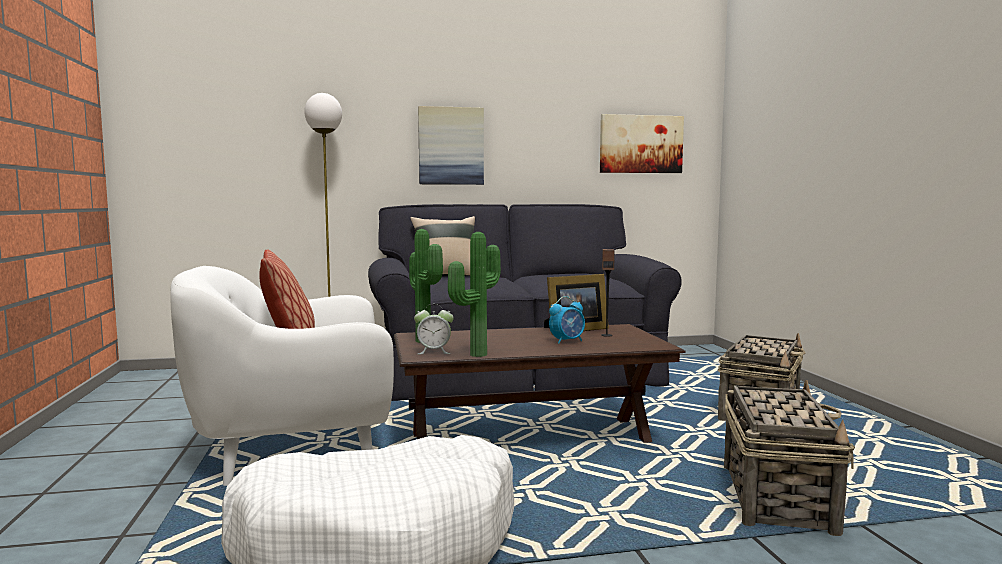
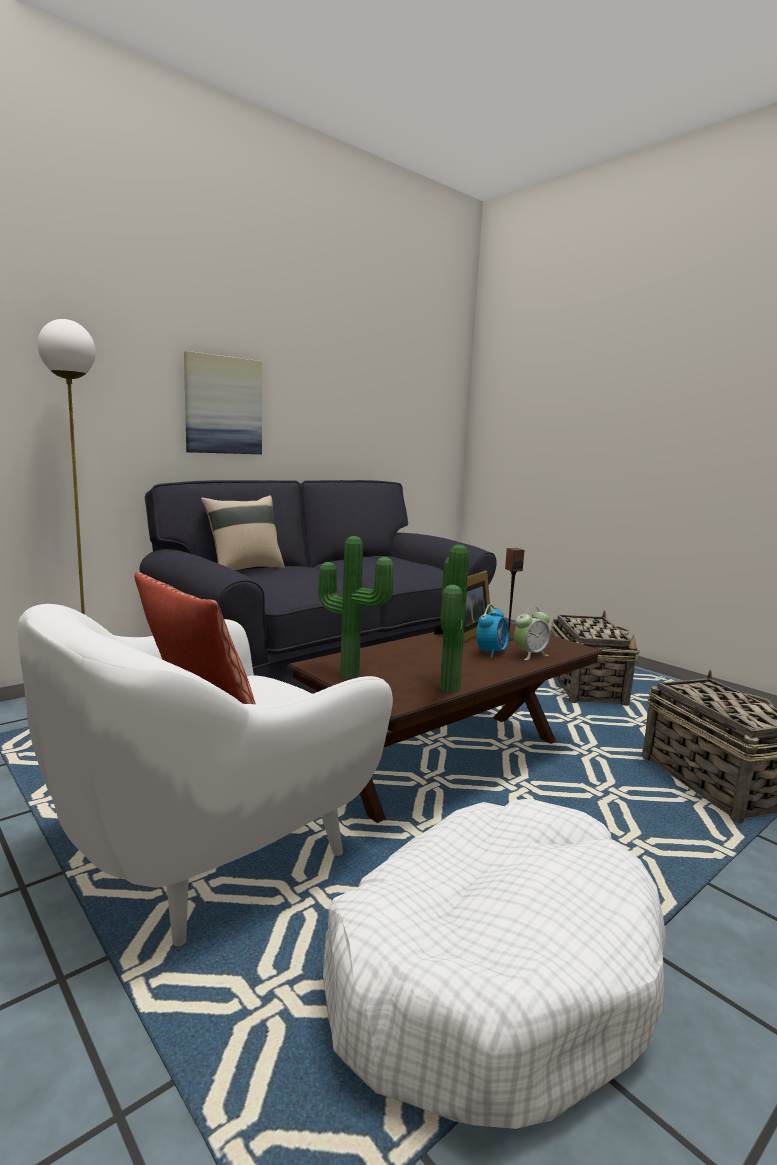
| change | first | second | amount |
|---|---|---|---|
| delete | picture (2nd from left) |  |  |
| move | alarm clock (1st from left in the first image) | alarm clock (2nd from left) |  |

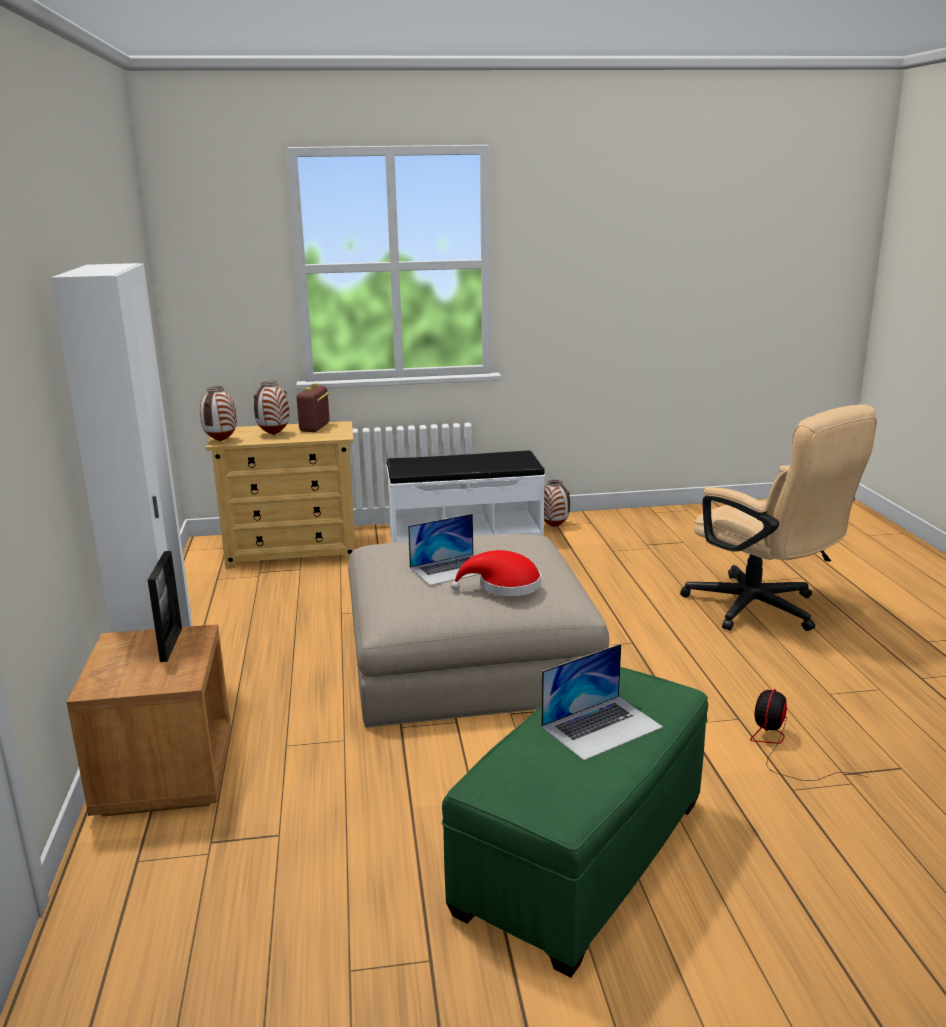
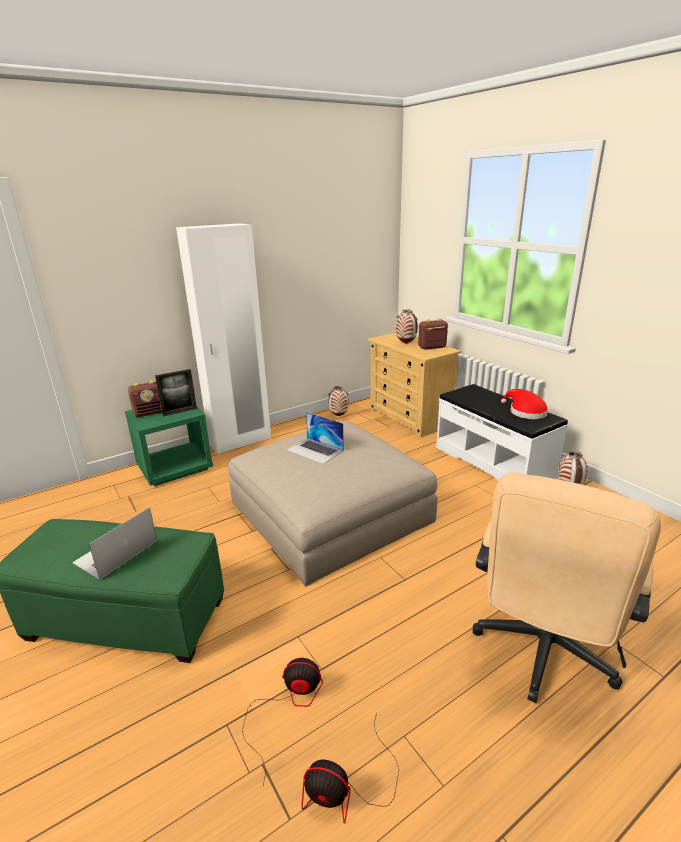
| change | first | second | amount |
|---|---|---|---|
| insert |  | radio (1st from left) |  |
| insert |  | electric fan (2nd from left) |  |
| move | flower vase (1st from left) |  |  |
| move | wearable hat (red-coloured) |  |  |
| recolor | bedside table (brown) | bedside table (greenish) |  |
| rotate | laptop (2nd from left in the first image) | laptop (1st from left) | 90 degrees clockwise |

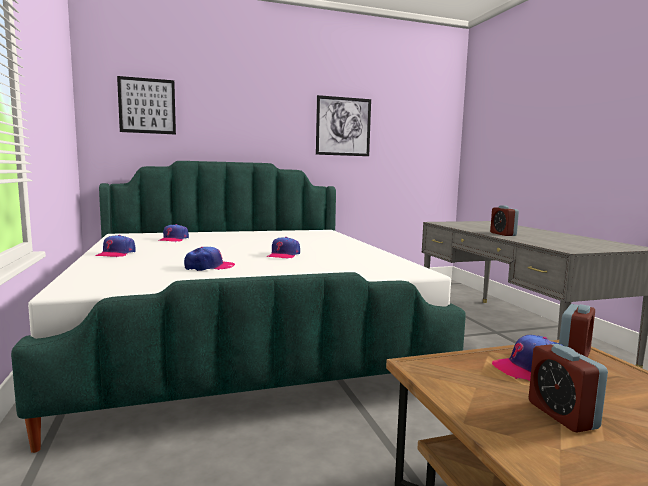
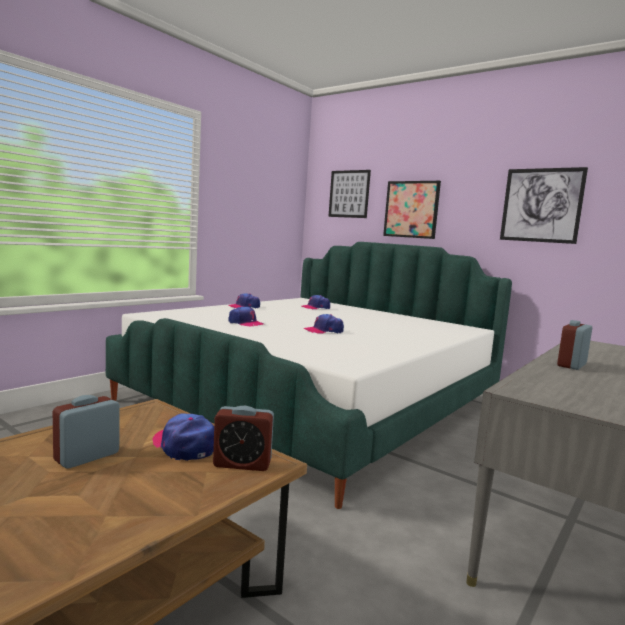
| change | first | second | amount |
|---|---|---|---|
| insert |  | picture (2nd from left) |  |

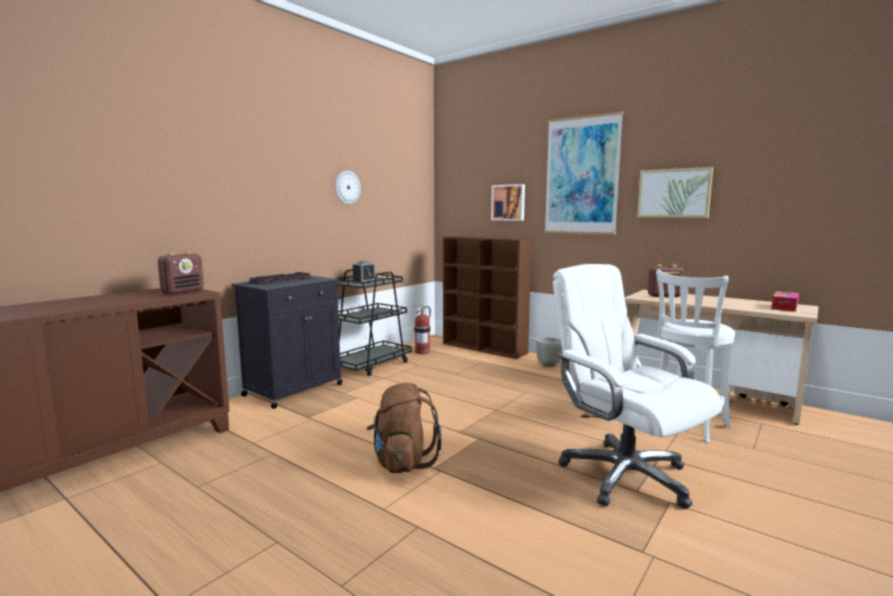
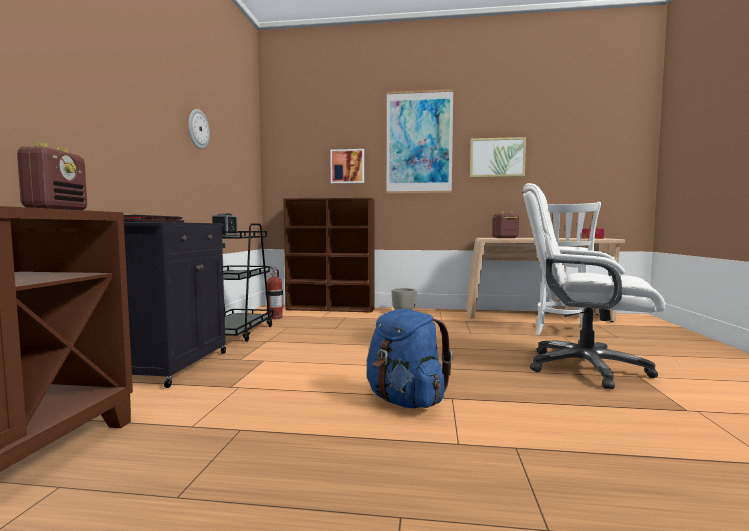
| change | first | second | amount |
|---|---|---|---|
| recolor | backpack (brown) | backpack (blue-coloured) |  |

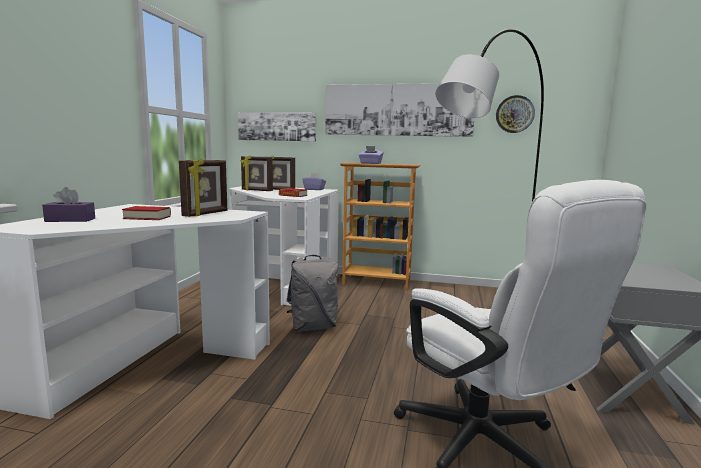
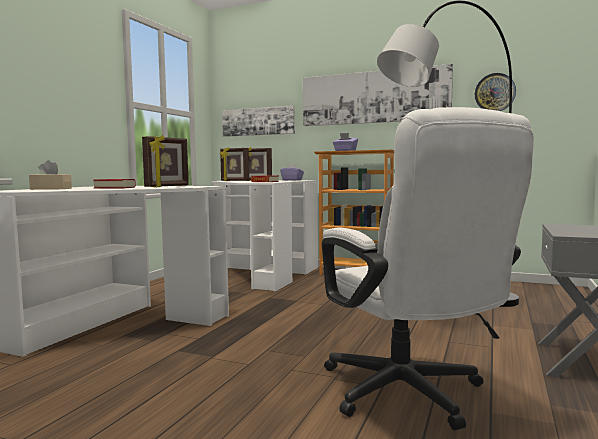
| change | first | second | amount |
|---|---|---|---|
| delete | backpack (greyish) |  |  |
| recolor | tissue box (purple-coloured) (1st from left) | tissue box (beige) |  |

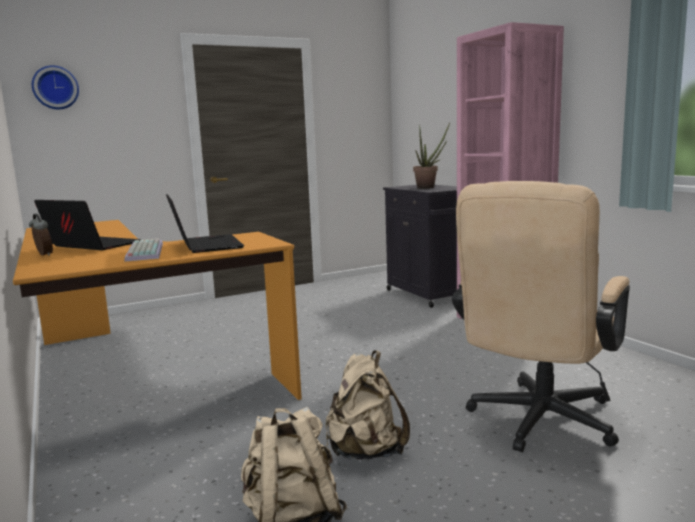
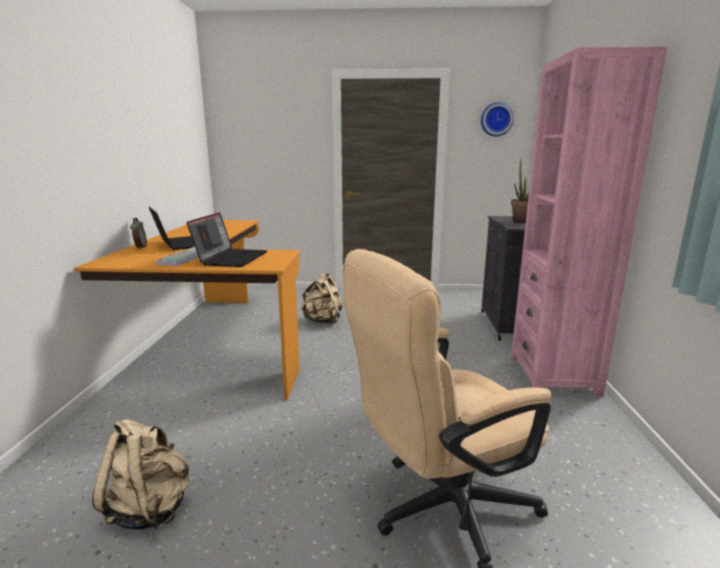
| change | first | second | amount |
|---|---|---|---|
| move | hanging clock |  |  |
| move | backpack (beige) (2nd from left) |  |  |

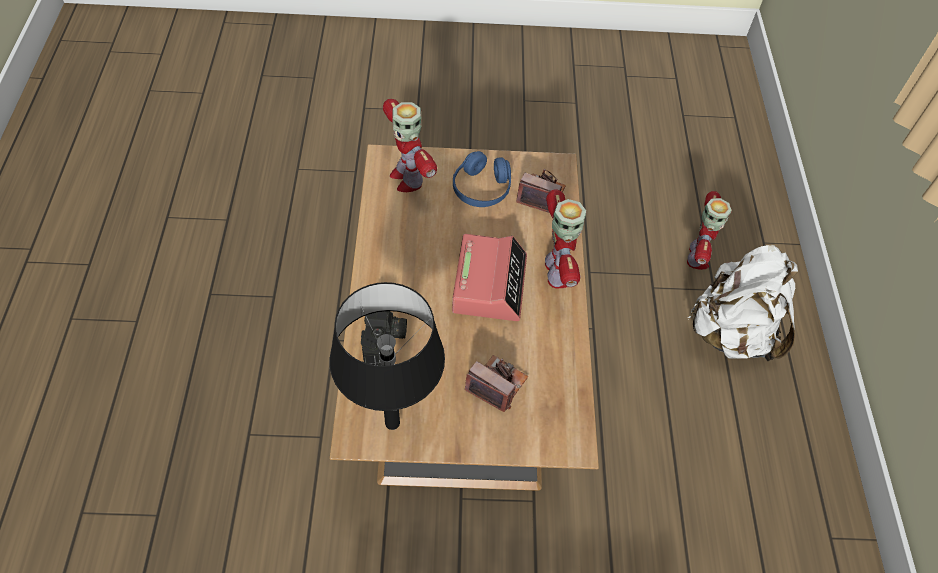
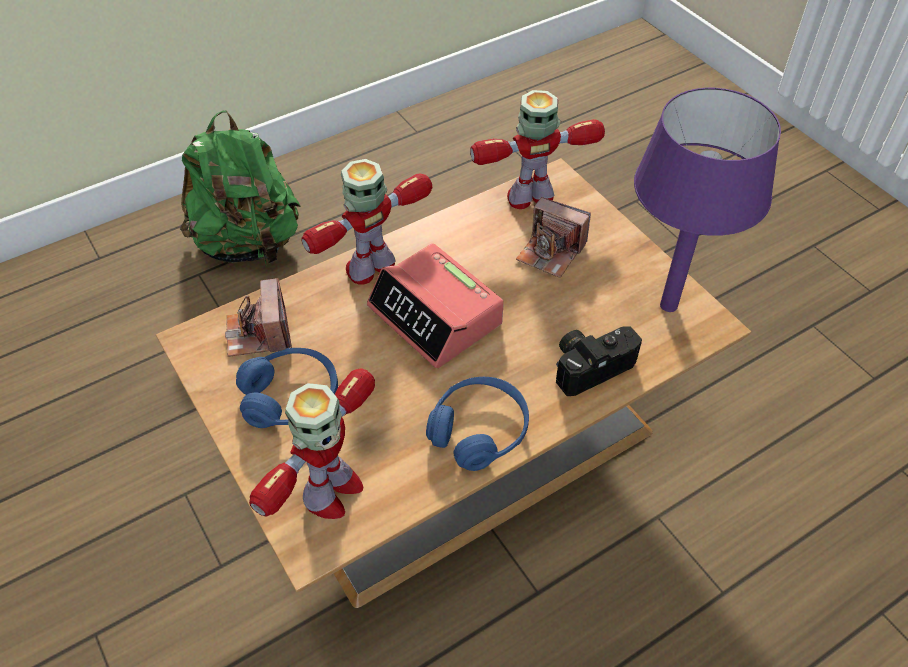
| change | first | second | amount |
|---|---|---|---|
| insert |  | headset (blue-coloured) (2nd from left) |  |
| move | robot figure (3rd from left) |  |  |
| recolor | tabletop lamp (blackish) | tabletop lamp (purple-coloured) |  |
| recolor | backpack (white) | backpack (greenish) |  |
| rotate | alarm clock |  | 105 degrees counterclockwise |
| rotate | still camera (2nd from left) |  | 60 degrees counterclockwise |

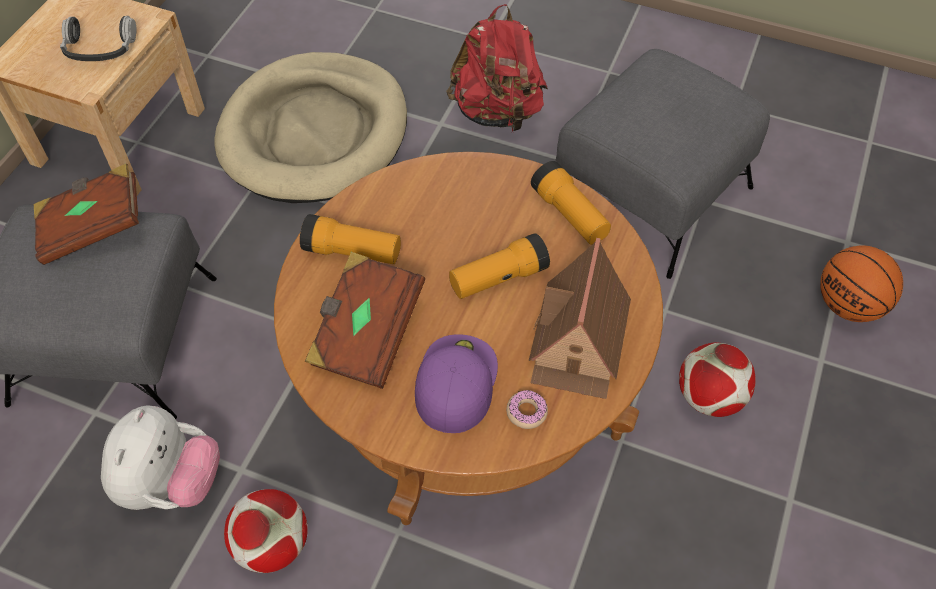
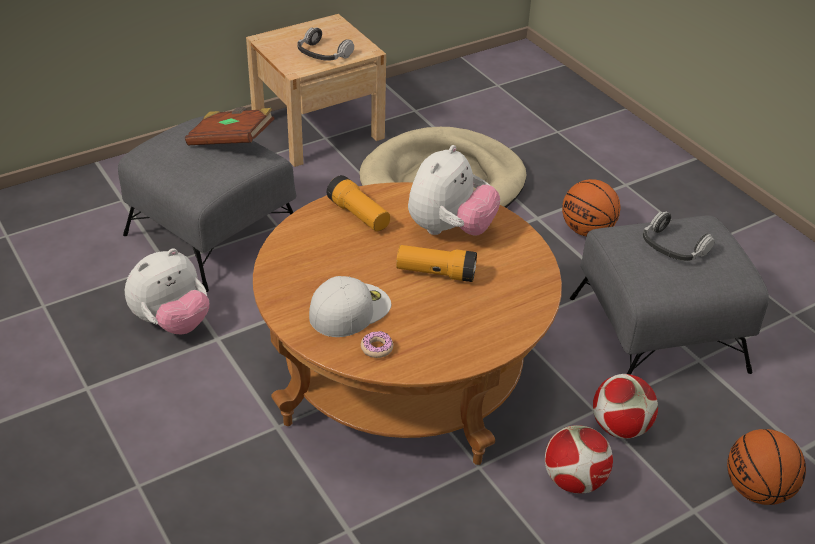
| change | first | second | amount |
|---|---|---|---|
| delete | volume (brown) (2nd from left) |  |  |
| delete | miniature house |  |  |
| delete | hand torch (3rd from left) |  |  |
| insert |  | soft toy (2nd from left) |  |
| insert |  | headset (2nd from left) |  |
| move | football ball (1st from left in the first image) | football ball (2nd from left) |  |
| replace | backpack (red-coloured) | basketball (1st from left) |  |
| recolor | baseball cap (purple-coloured) | baseball cap (white) |  |

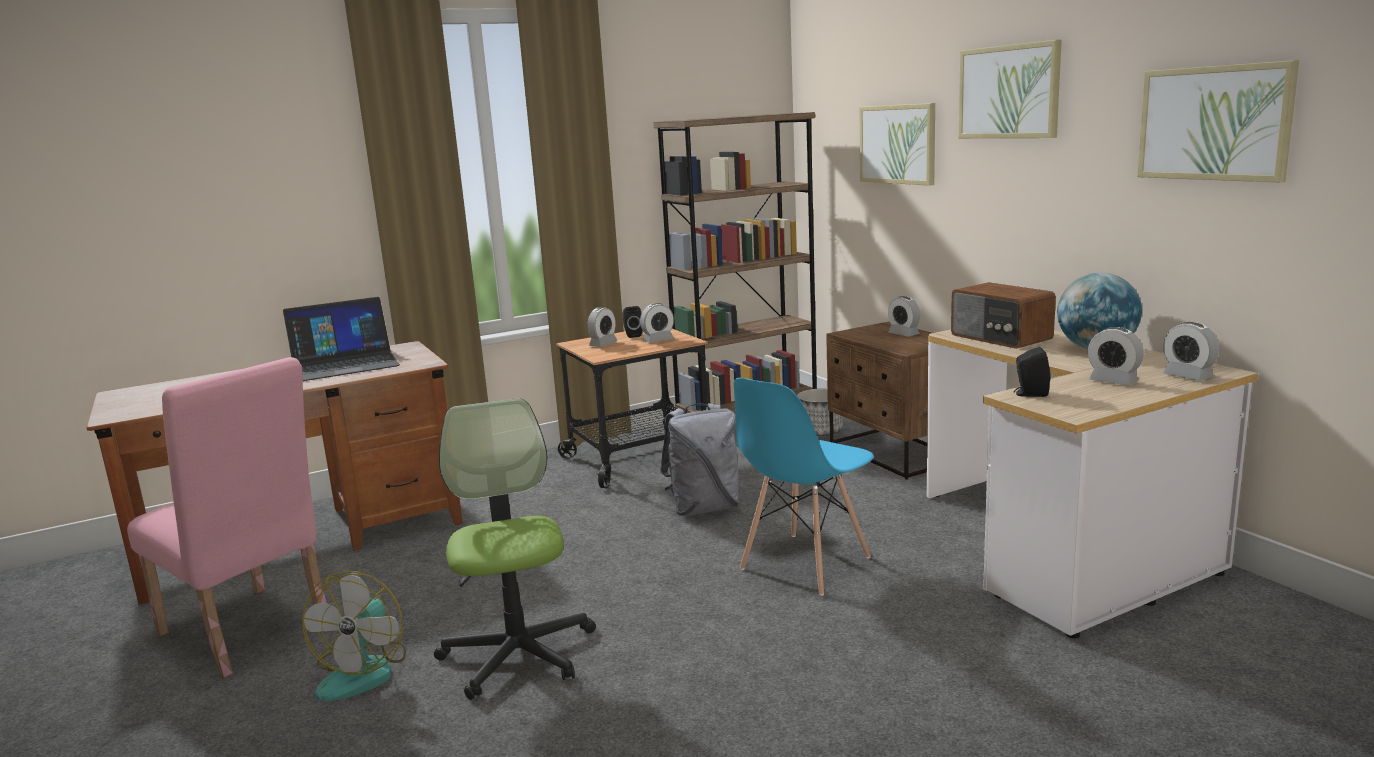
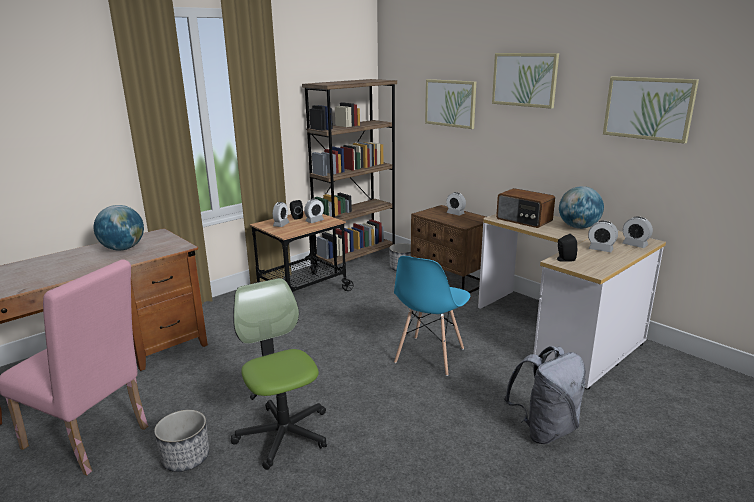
| change | first | second | amount |
|---|---|---|---|
| move | backpack (greyish) |  |  |
| replace | laptop | desk globe (1st from left) |  |
| replace | electric fan | plant pot (1st from left) |  |

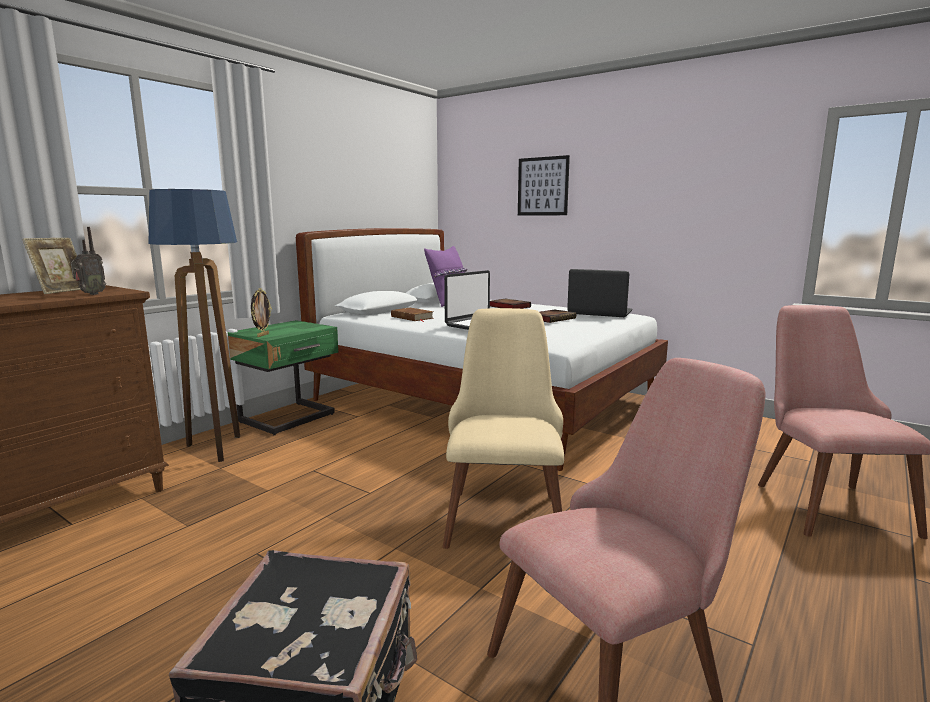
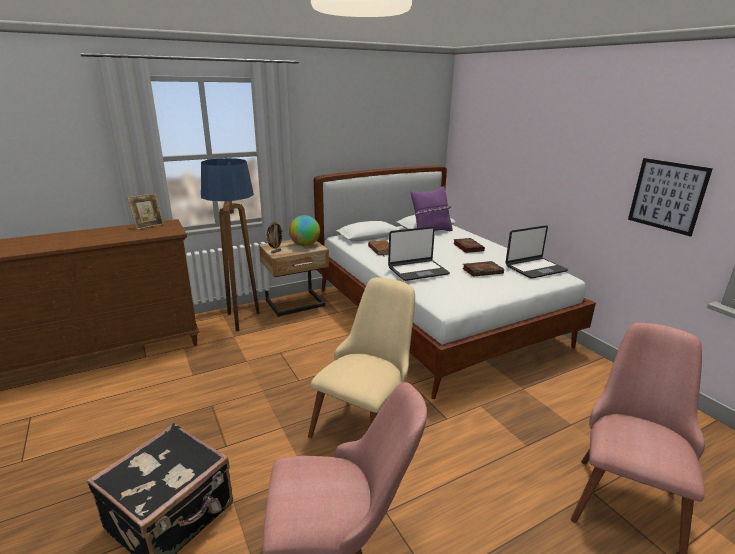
| change | first | second | amount |
|---|---|---|---|
| delete | radio |  |  |
| insert |  | desk globe |  |
| move | picture |  |  |
| recolor | bedside table (greenish) | bedside table (beige) |  |
| rotate | laptop (2nd from left) |  | 105 degrees clockwise |

